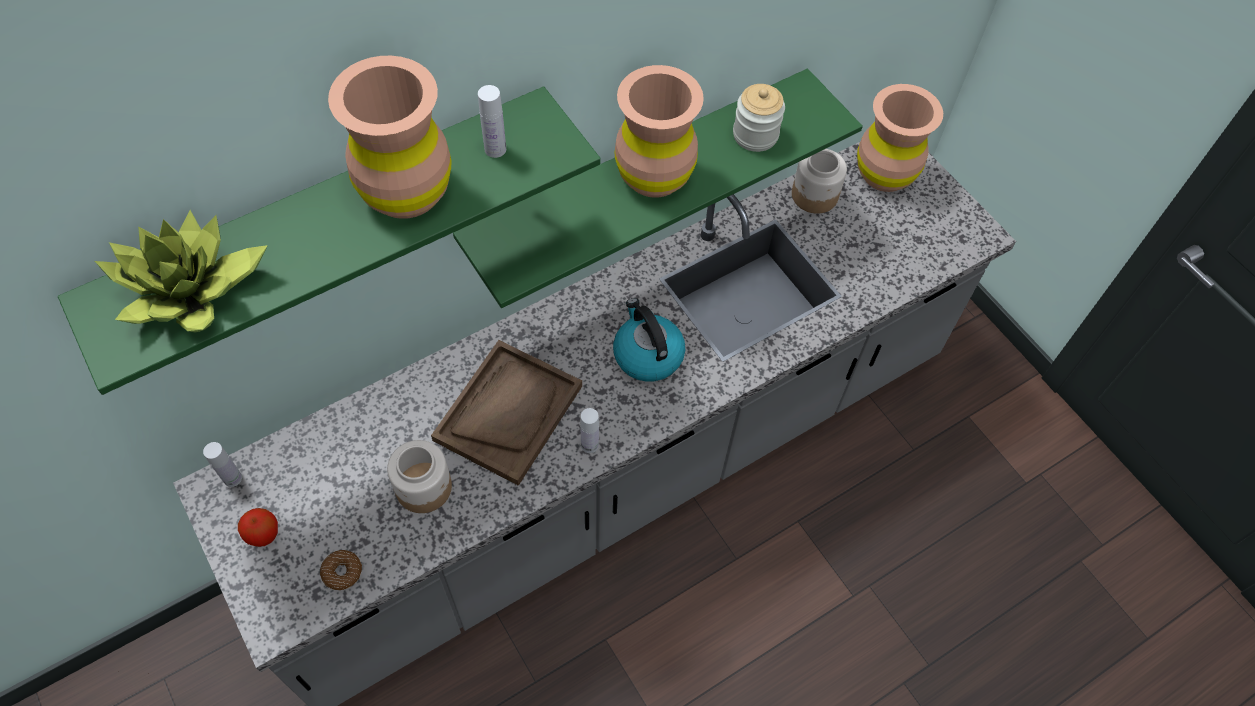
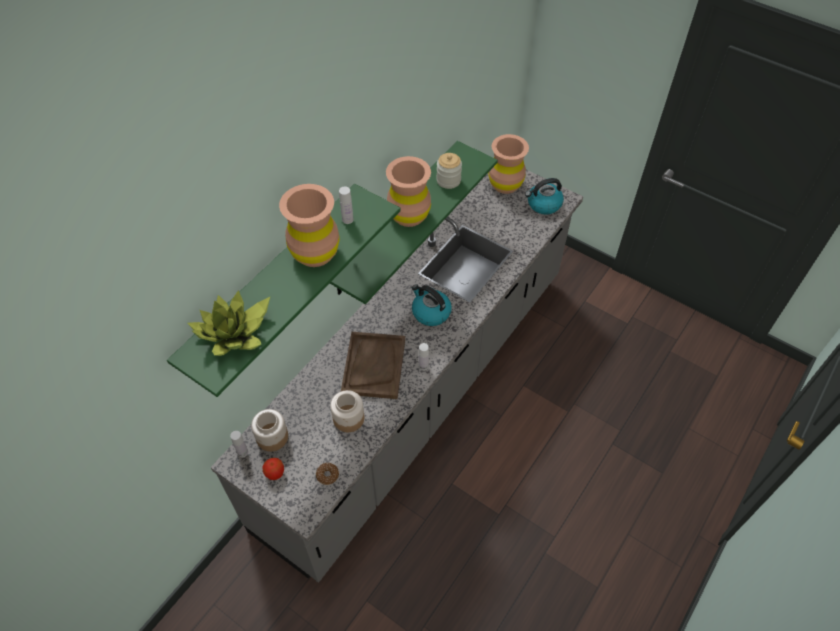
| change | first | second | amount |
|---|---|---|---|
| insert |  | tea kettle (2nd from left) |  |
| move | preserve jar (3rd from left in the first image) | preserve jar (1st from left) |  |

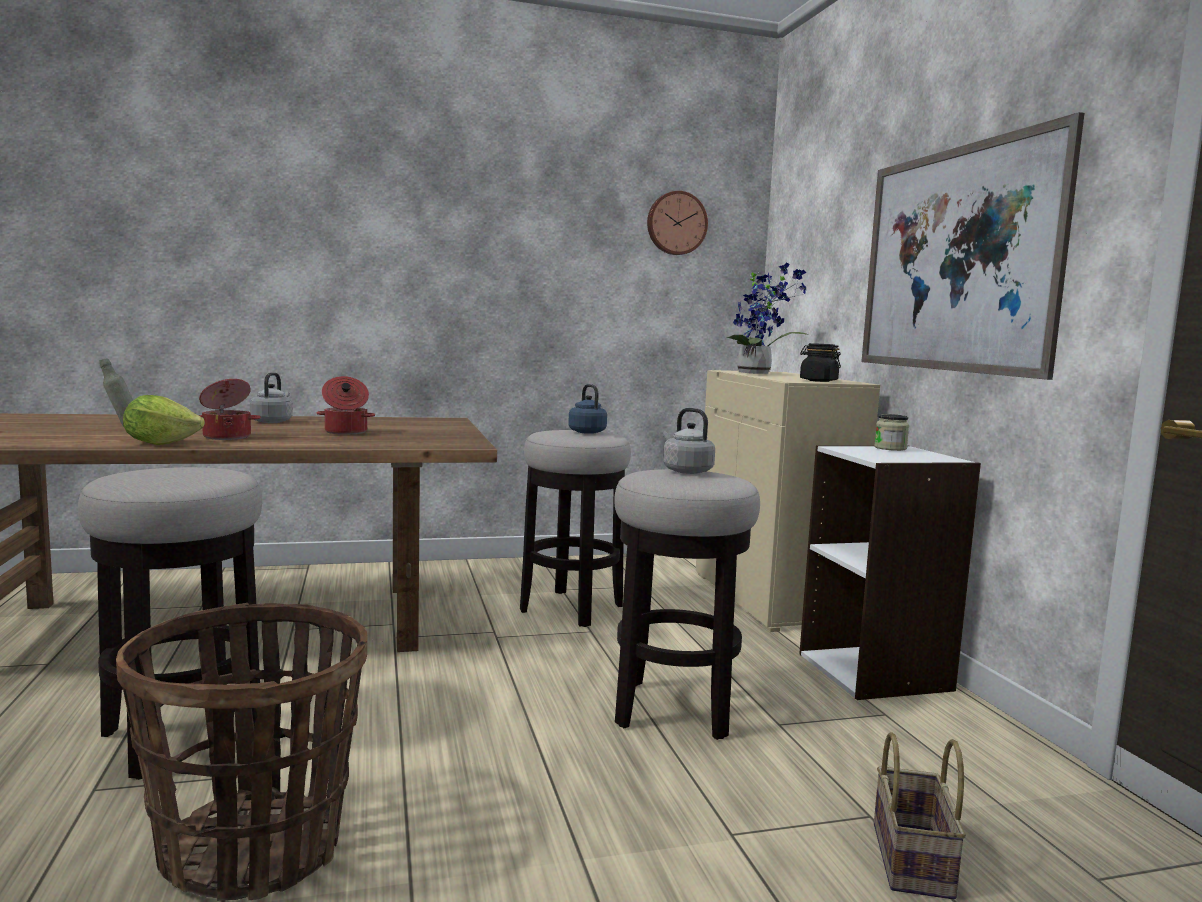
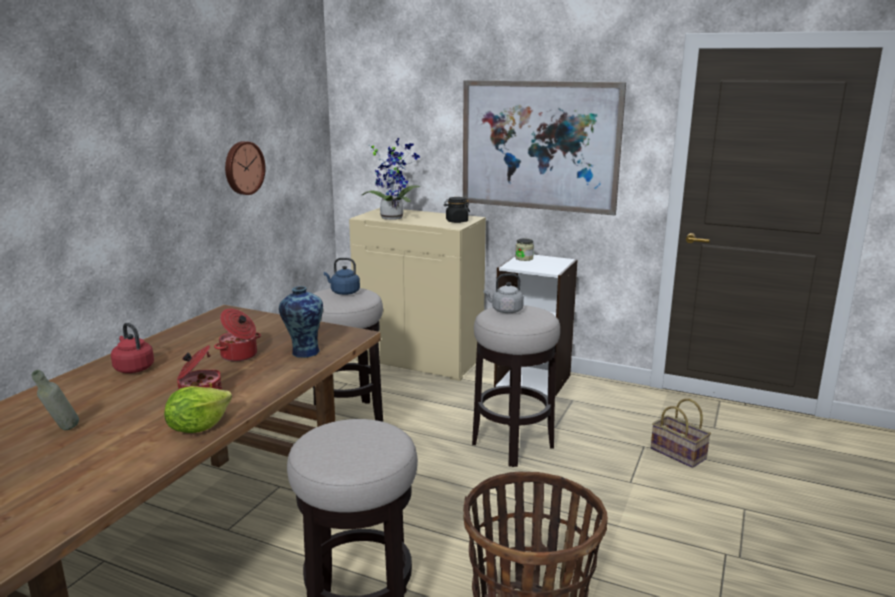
| change | first | second | amount |
|---|---|---|---|
| insert |  | flower vase |  |
| move | hanging clock |  |  |
| recolor | tea kettle (greyish) (1st from left) | tea kettle (red-coloured) |  |

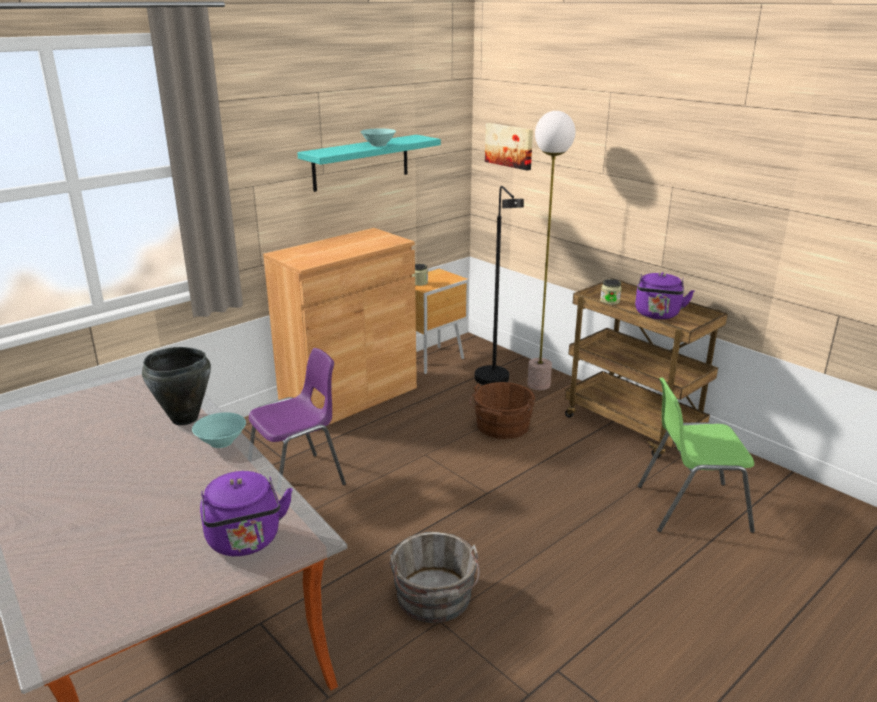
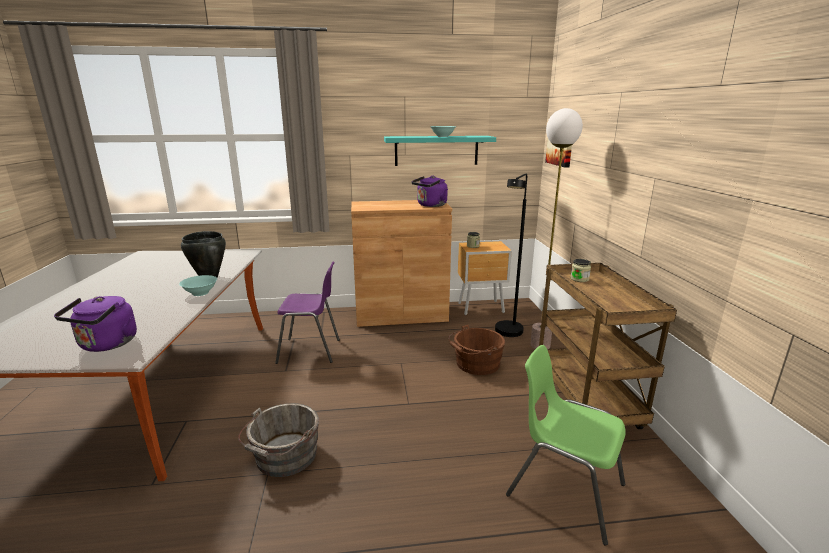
| change | first | second | amount |
|---|---|---|---|
| move | tea kettle (purple-coloured) (2nd from left) |  |  |

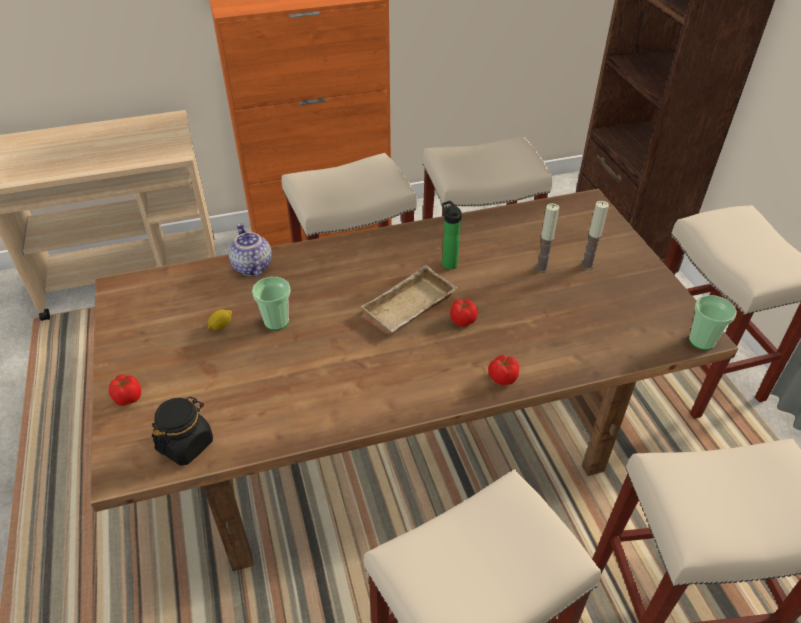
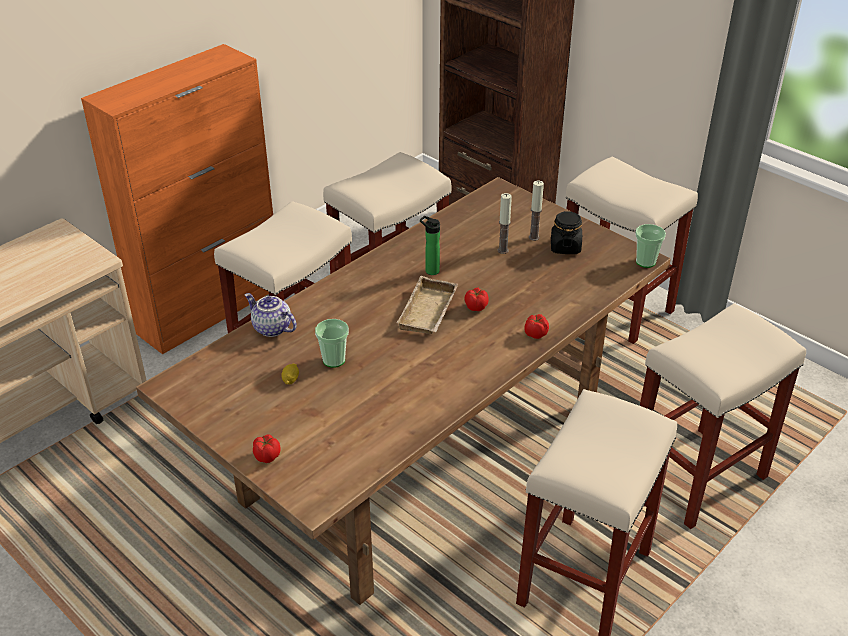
| change | first | second | amount |
|---|---|---|---|
| move | preserve jar (blackish) |  |  |

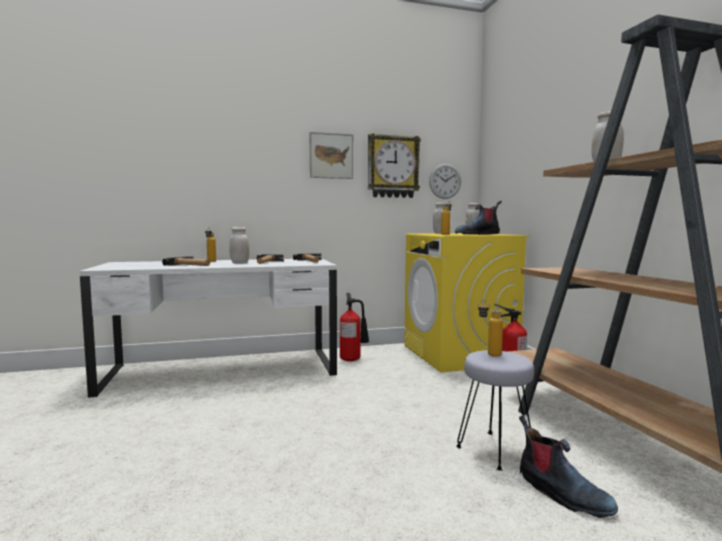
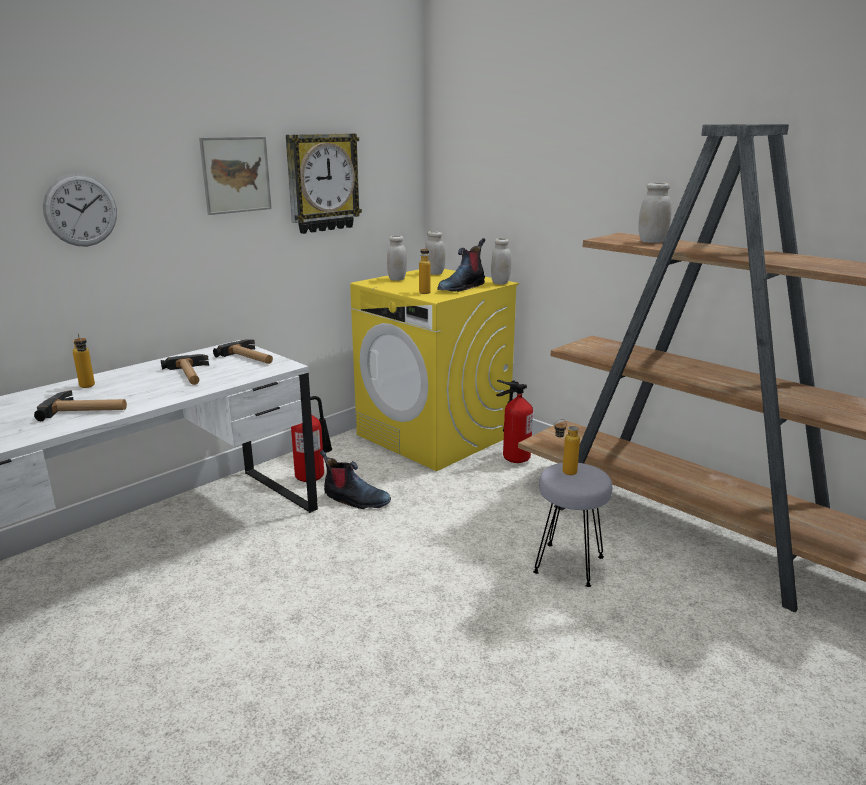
| change | first | second | amount |
|---|---|---|---|
| move | preserve jar (white) (1st from left in the first image) | preserve jar (white) (3rd from left) |  |
| move | hanging clock (2nd from left in the first image) | hanging clock (1st from left) |  |
| move | boot (2nd from left in the first image) | boot (1st from left) |  |

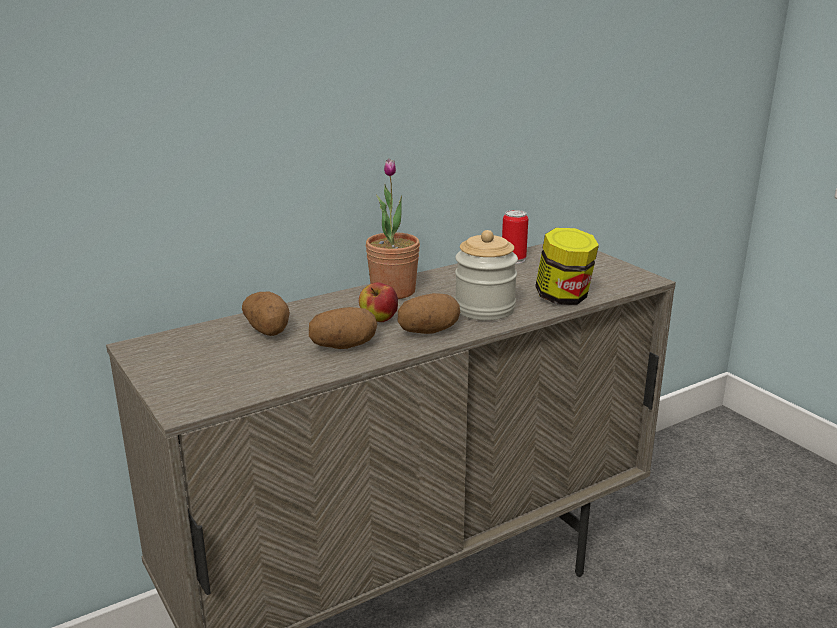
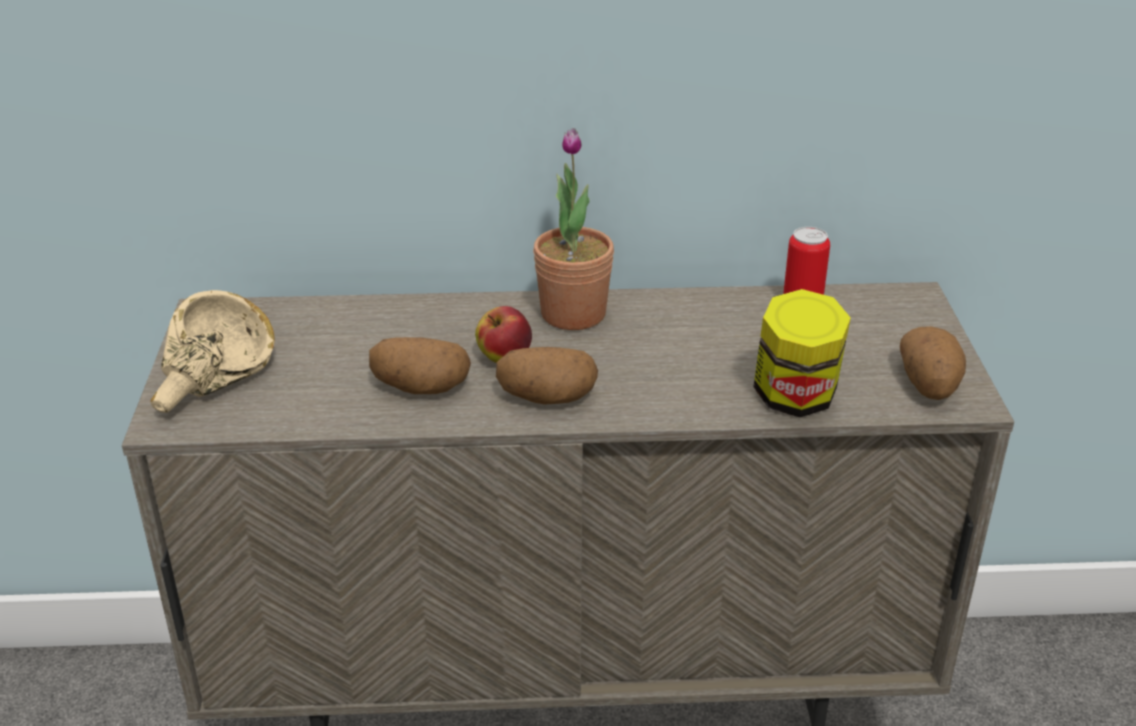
| change | first | second | amount |
|---|---|---|---|
| delete | preserve jar (1st from left) |  |  |
| insert |  | bowl (beige) |  |
| move | spud (1st from left in the first image) | spud (3rd from left) |  |

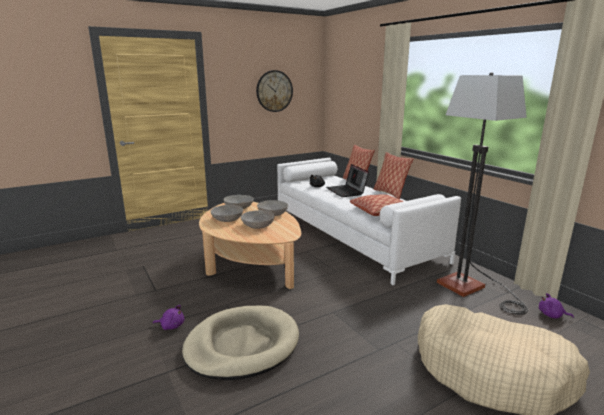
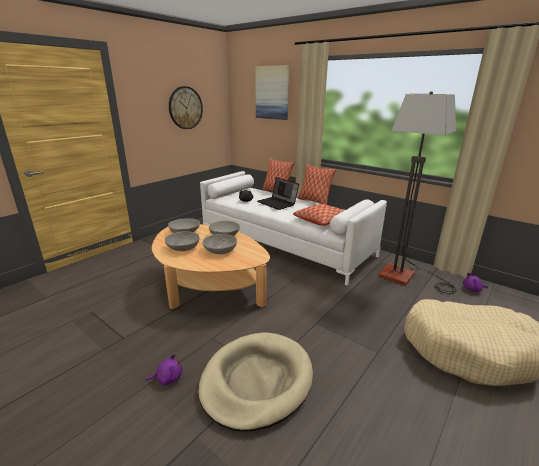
| change | first | second | amount |
|---|---|---|---|
| insert |  | picture |  |

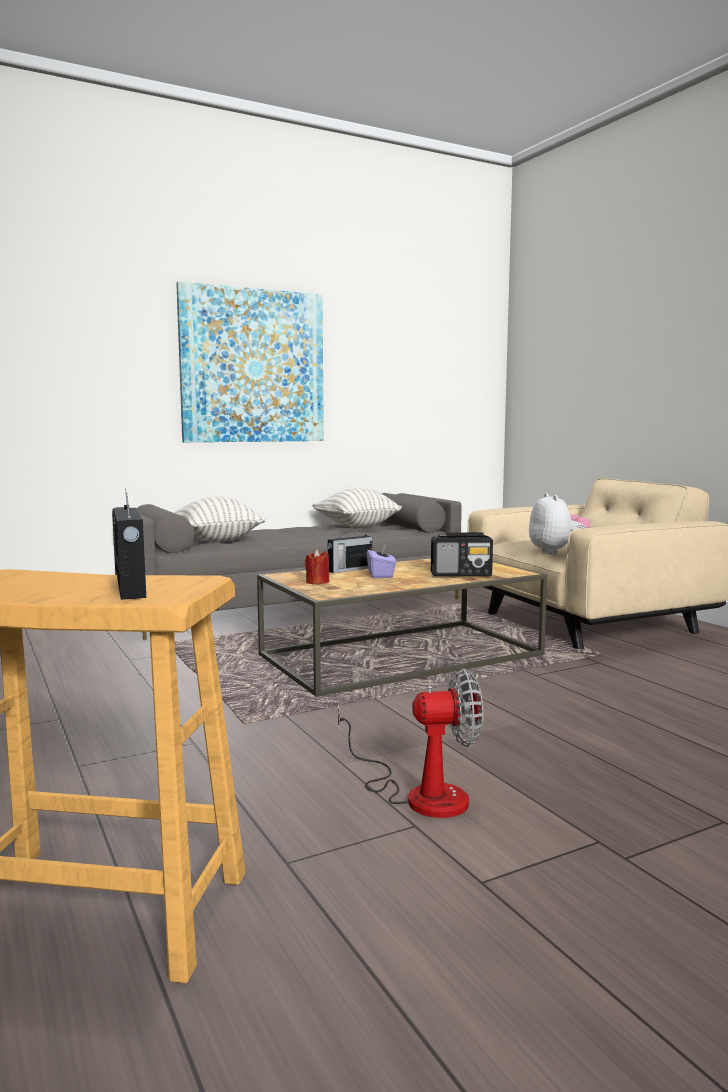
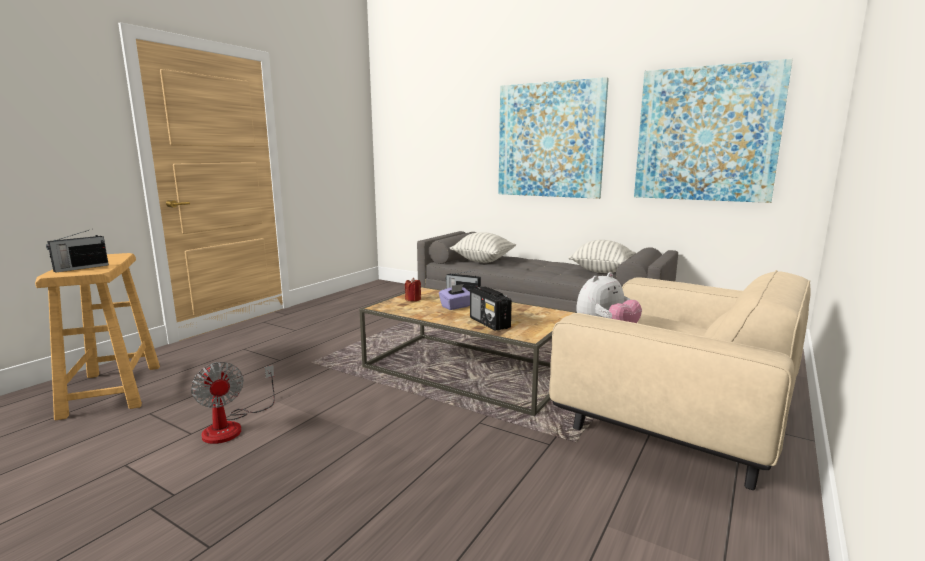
| change | first | second | amount |
|---|---|---|---|
| insert |  | picture (2nd from left) |  |

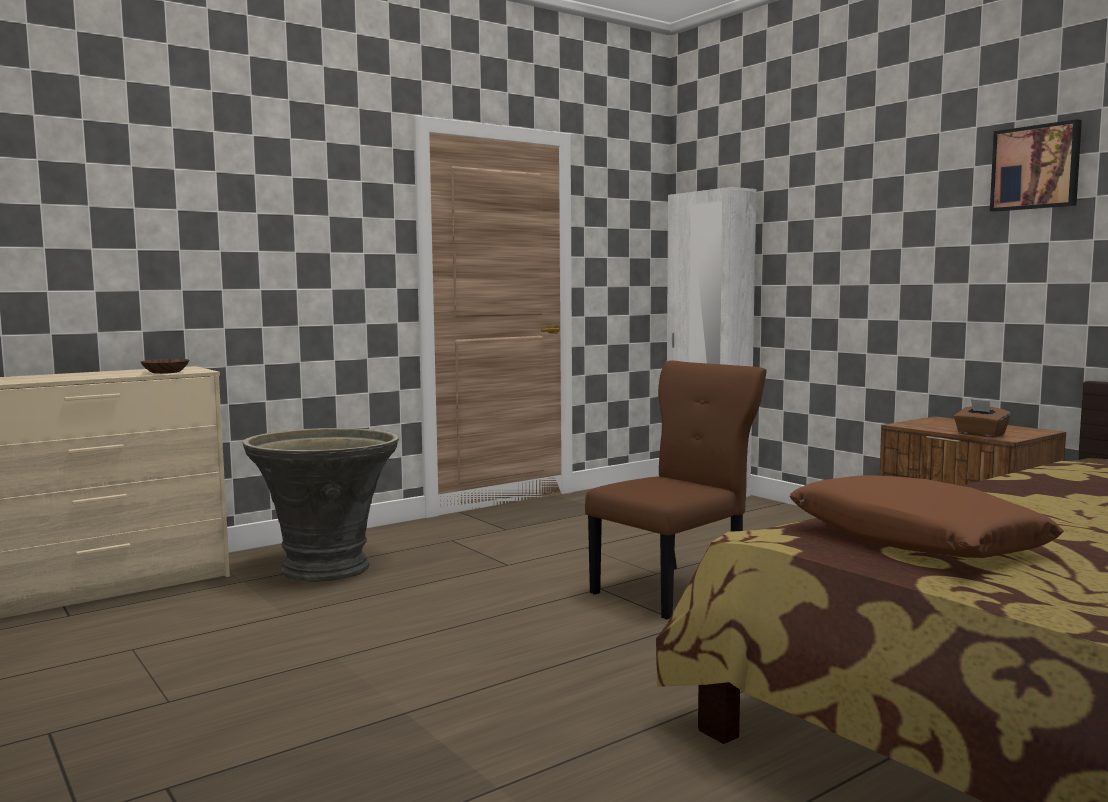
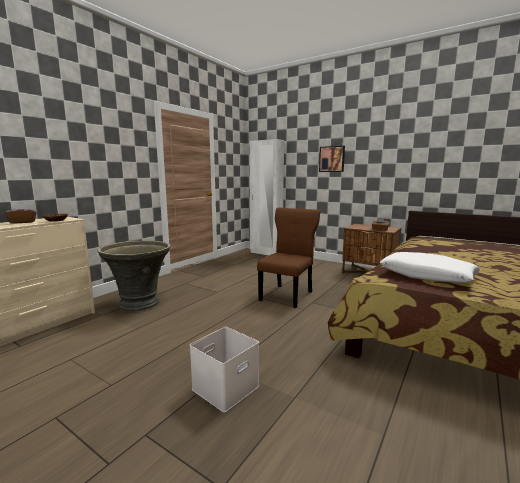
| change | first | second | amount |
|---|---|---|---|
| insert |  | tissue box (brown) (1st from left) |  |
| insert |  | storage bin (white) |  |
| move | picture |  |  |
| recolor | throw pillow (brown) | throw pillow (white) |  |

